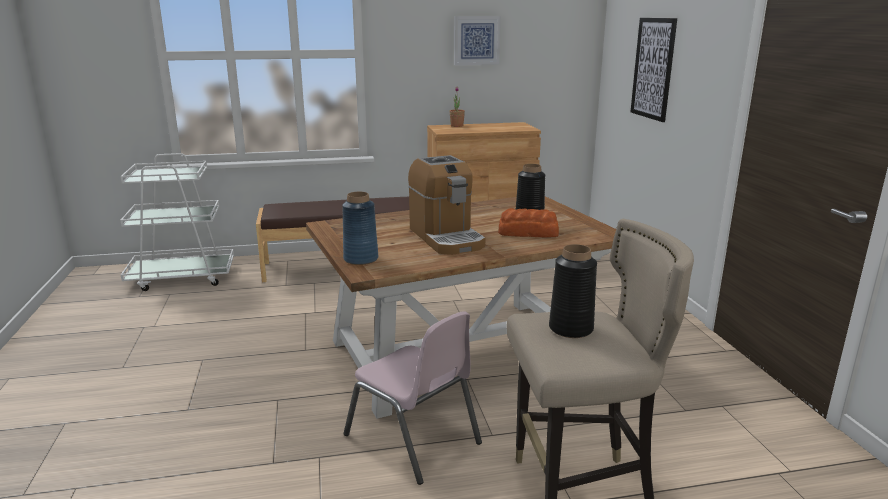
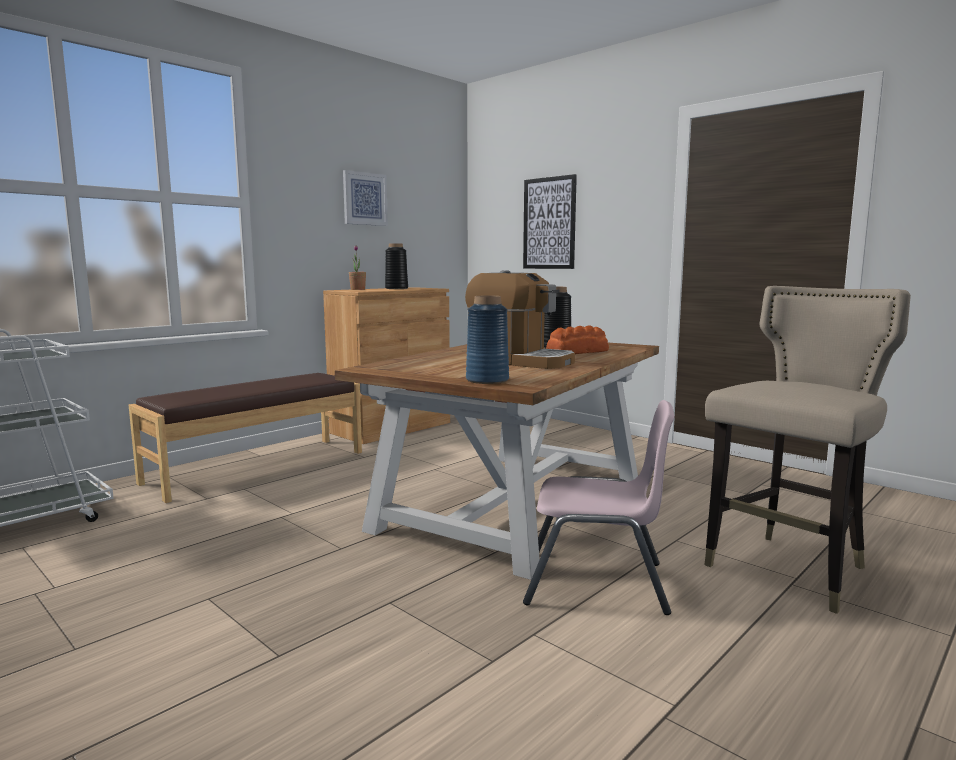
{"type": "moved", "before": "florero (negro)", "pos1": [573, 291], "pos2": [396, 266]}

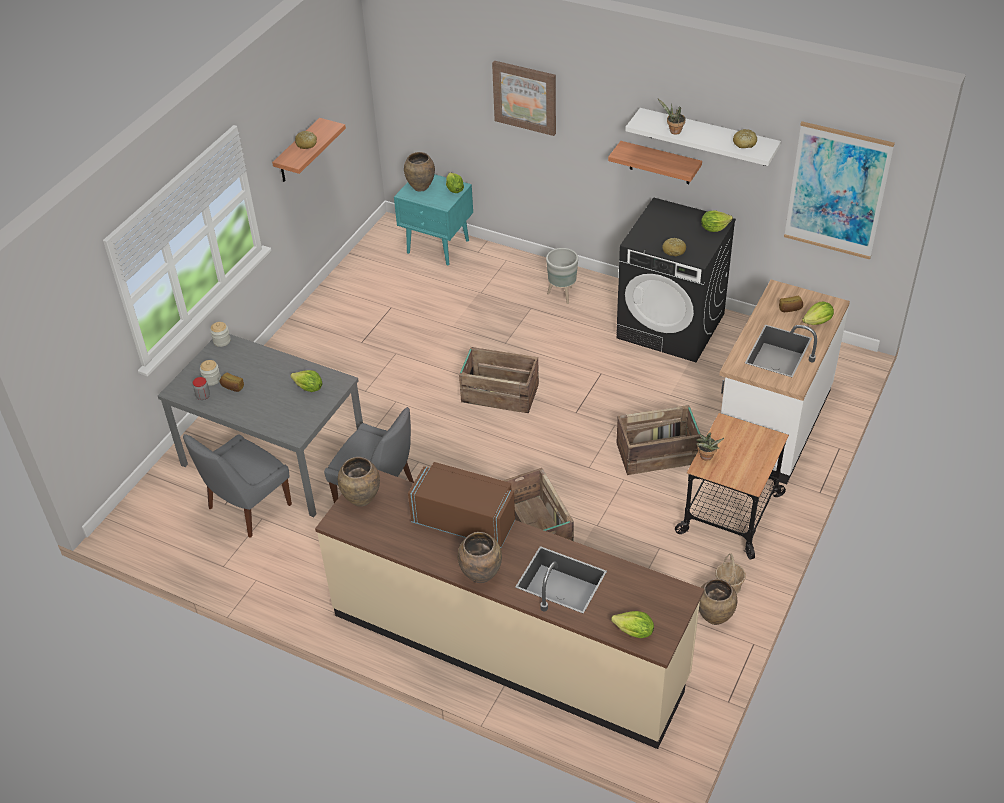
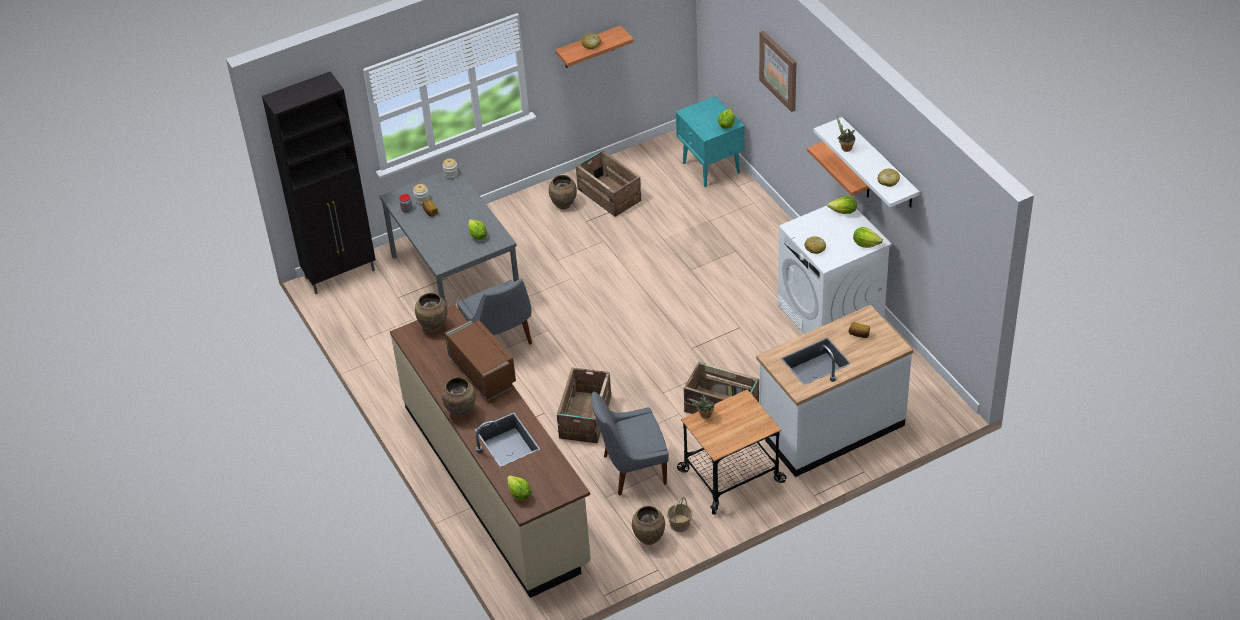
{"type": "moved", "before": "silla (gris)", "pos1": [237, 486], "pos2": [630, 443]}
{"type": "moved", "before": "florero (marrón)", "pos1": [419, 172], "pos2": [563, 192]}
{"type": "moved", "before": "caja de embalaje", "pos1": [499, 380], "pos2": [608, 183]}
{"type": "removed", "before": "maceta (gris)", "pos1": [562, 276]}
{"type": "recoloured", "before": "lavadora (negro)", "after": "lavadora (blanco)", "pos1": [676, 279], "pos2": [835, 269]}
{"type": "removed", "before": "cuadro", "pos1": [839, 190]}
{"type": "moved", "before": "lechuga", "pos1": [818, 313], "pos2": [842, 205]}
{"type": "added", "after": "armario (negro)", "pos2": [319, 182]}

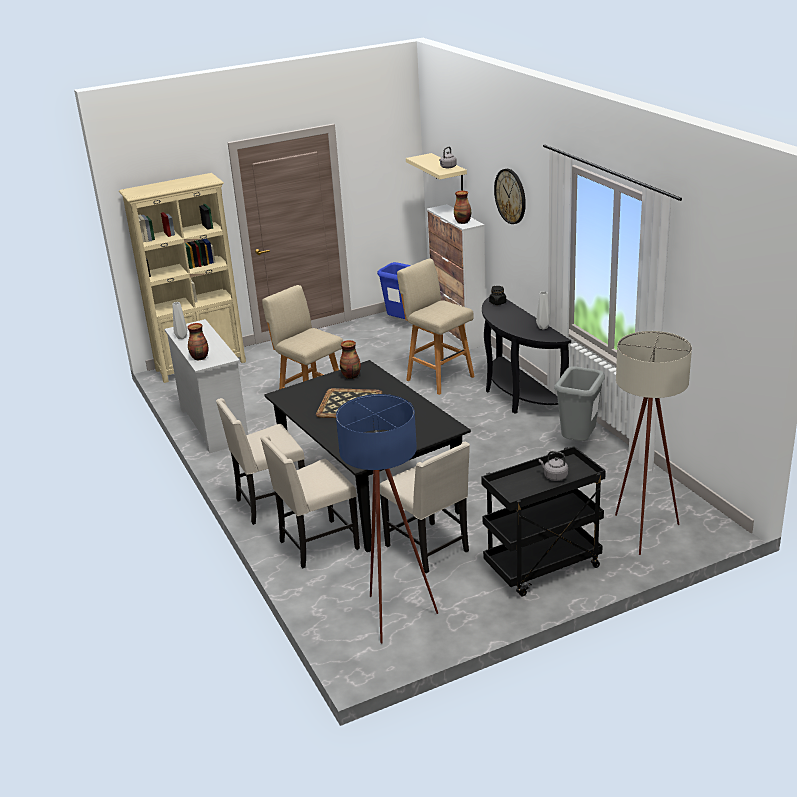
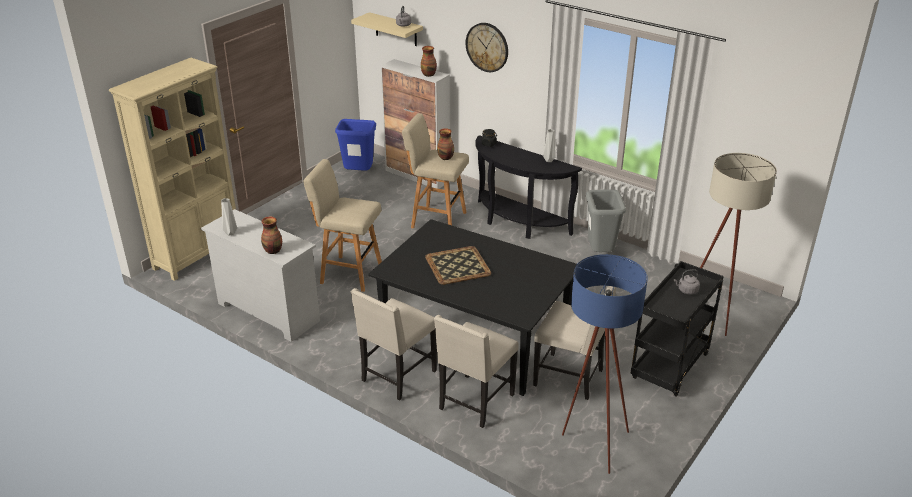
{"type": "moved", "before": "florero", "pos1": [350, 359], "pos2": [445, 144]}

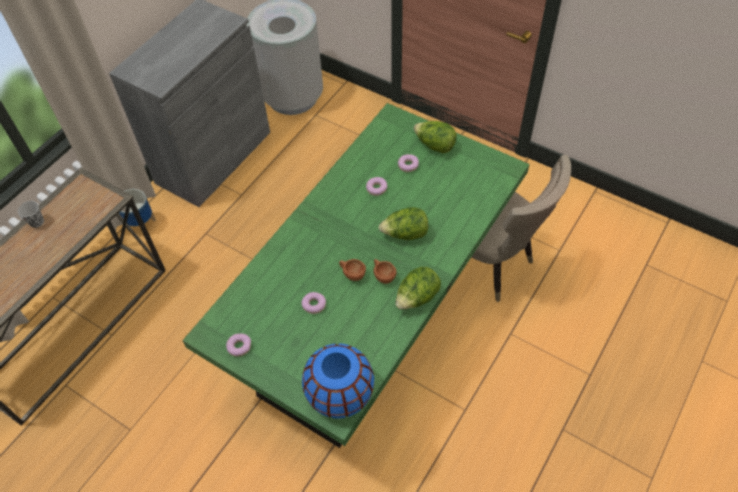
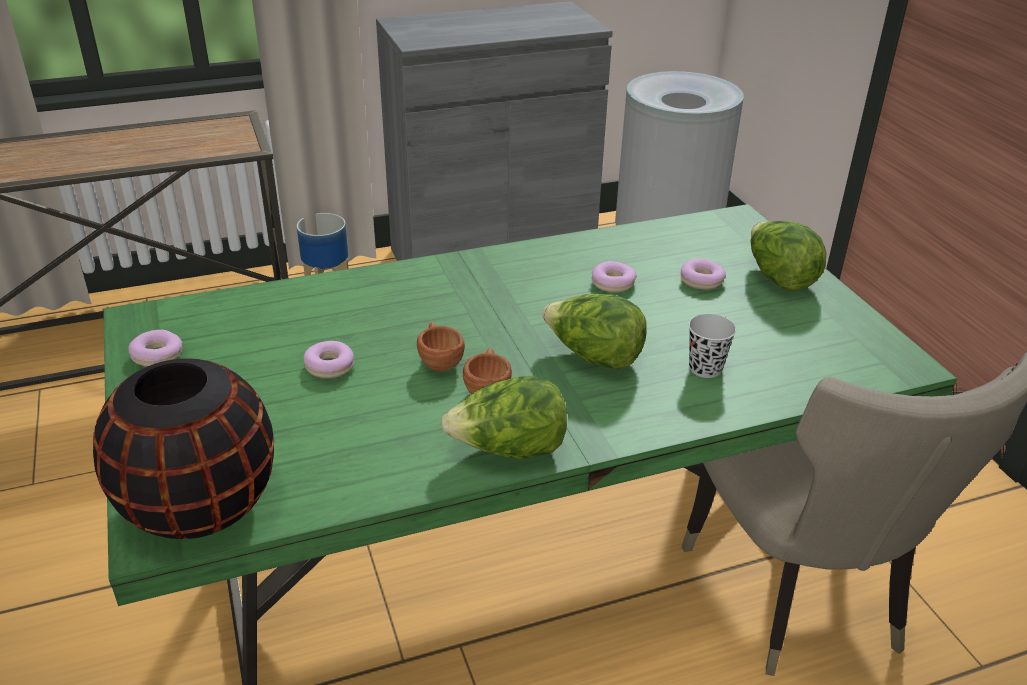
{"type": "moved", "before": "taza (negro)", "pos1": [31, 214], "pos2": [712, 346]}
{"type": "recoloured", "before": "florero (azul)", "after": "florero (negro)", "pos1": [338, 380], "pos2": [183, 448]}

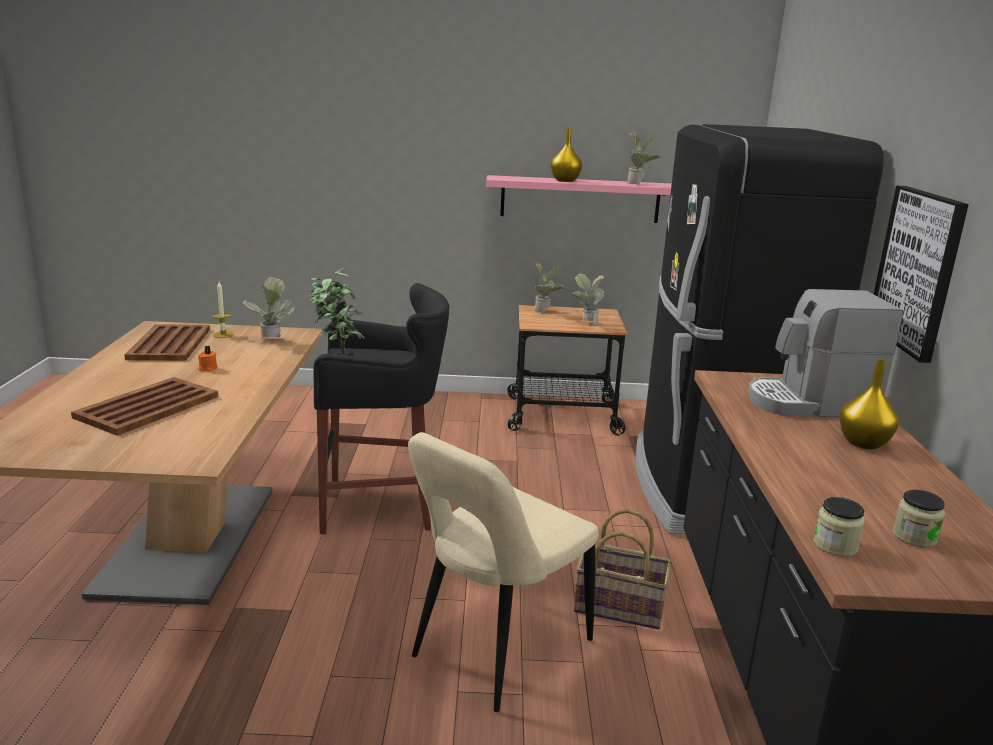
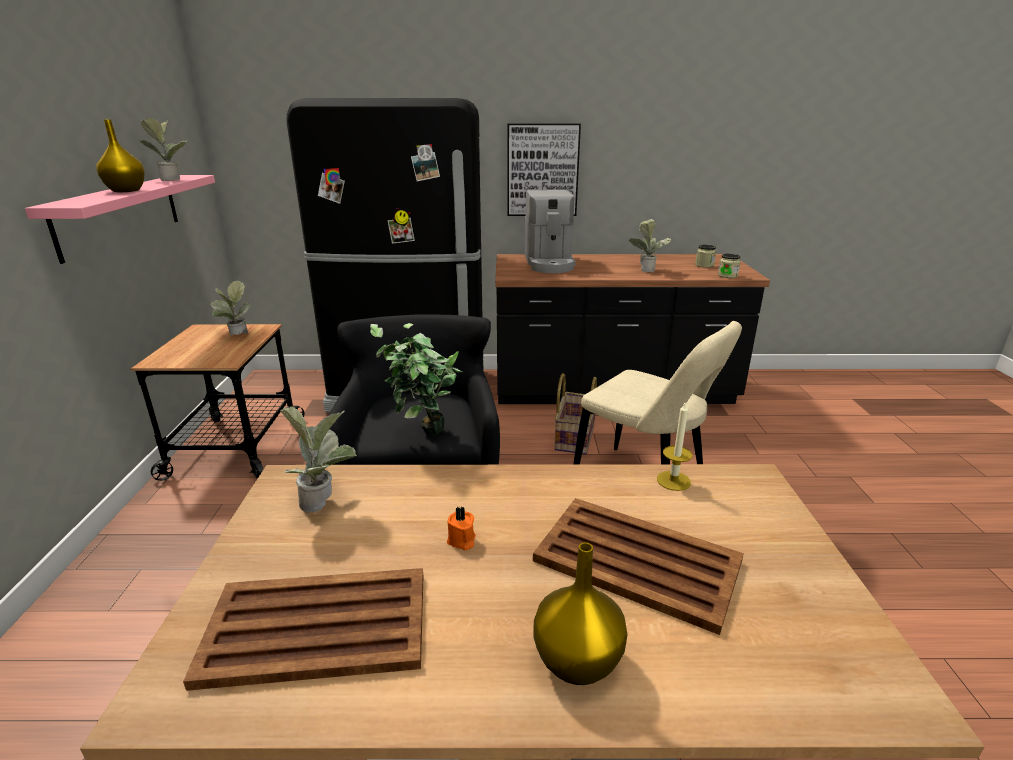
{"type": "moved", "before": "vela", "pos1": [223, 310], "pos2": [675, 446]}
{"type": "moved", "before": "planta en maceta", "pos1": [549, 287], "pos2": [650, 245]}
{"type": "moved", "before": "florero (amarillo)", "pos1": [869, 404], "pos2": [580, 613]}

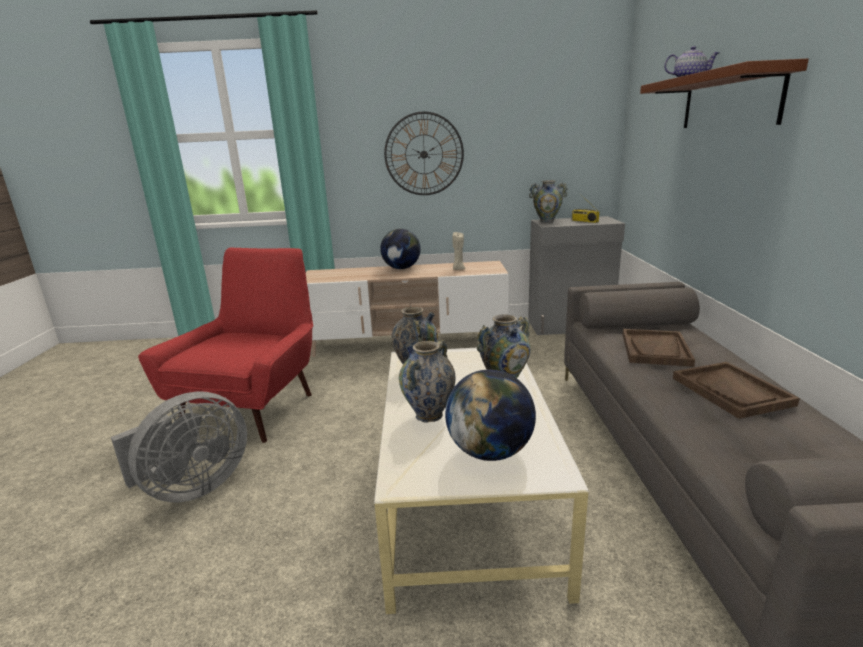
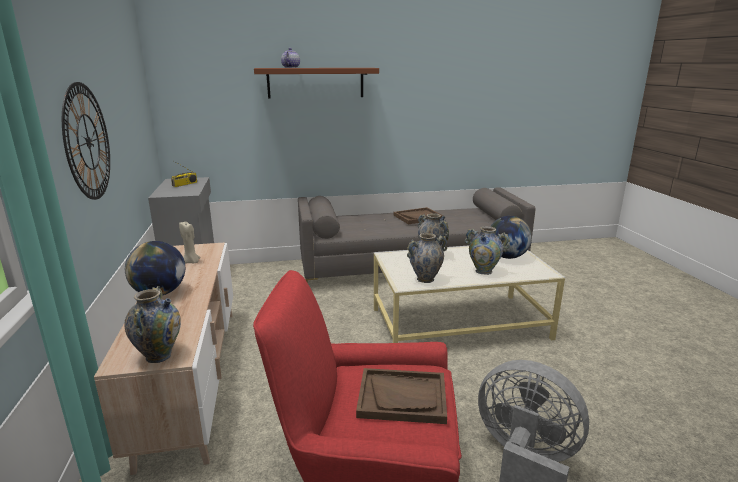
{"type": "moved", "before": "florero", "pos1": [548, 201], "pos2": [152, 324]}
{"type": "moved", "before": "bandeja (marrón)", "pos1": [659, 348], "pos2": [401, 396]}

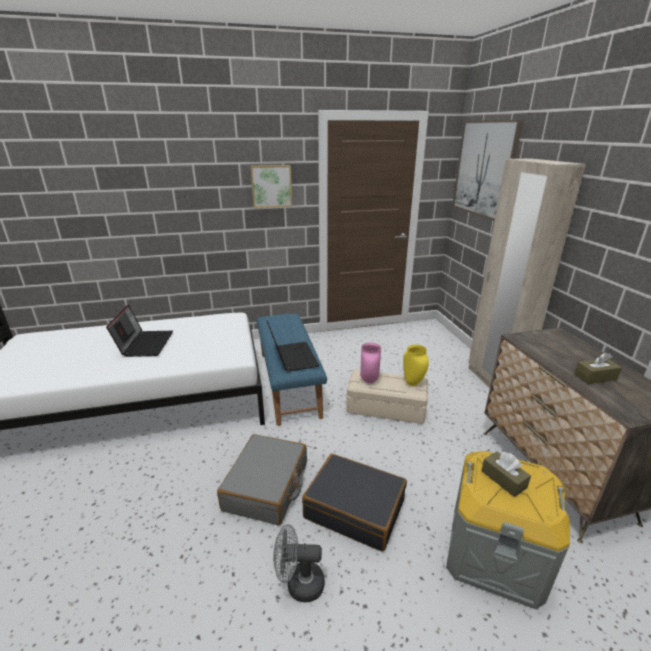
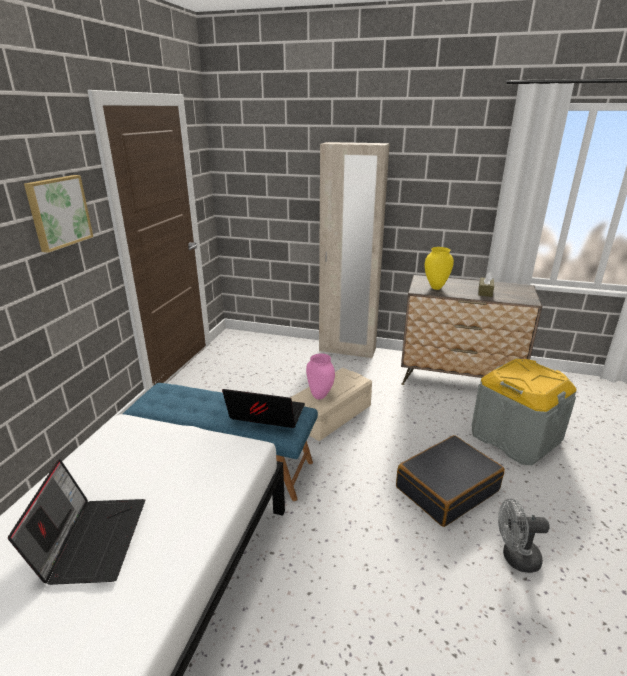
{"type": "turned", "before": "portátil", "pos1": [139, 331], "pos2": [76, 522], "turn": 60}
{"type": "removed", "before": "maleta (gris)", "pos1": [262, 480]}
{"type": "turned", "before": "ventilador (gris)", "pos1": [298, 563], "pos2": [524, 536], "turn": 60}
{"type": "moved", "before": "florero (amarillo)", "pos1": [416, 365], "pos2": [439, 268]}
{"type": "removed", "before": "cuadro", "pos1": [487, 170]}
{"type": "removed", "before": "caja de pañuelos (marrón)", "pos1": [506, 474]}

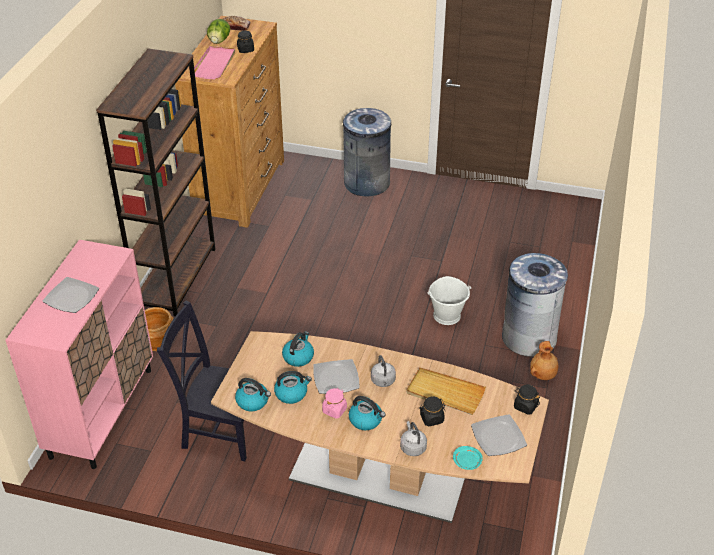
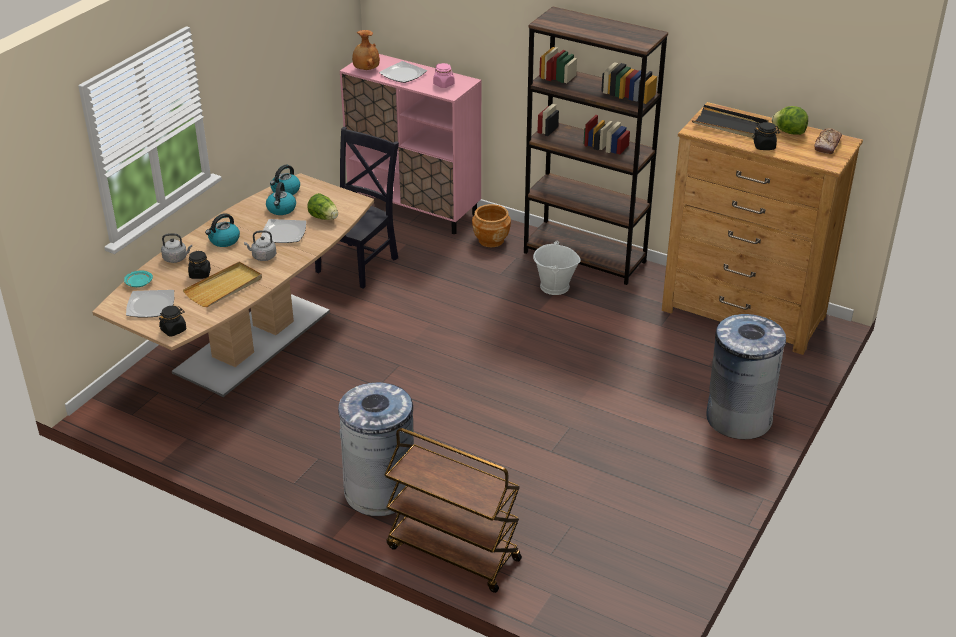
{"type": "recoloured", "before": "bandeja (rosa)", "after": "bandeja (negro)", "pos1": [214, 62], "pos2": [730, 121]}
{"type": "replaced", "before": "hervidor", "after": "lechuga", "pos1": [298, 349], "pos2": [322, 206]}
{"type": "moved", "before": "tarro (rosa)", "pos1": [334, 403], "pos2": [443, 75]}
{"type": "moved", "before": "cubo (blanco)", "pos1": [449, 300], "pos2": [557, 268]}
{"type": "moved", "before": "florero (marrón)", "pos1": [544, 360], "pos2": [366, 50]}
{"type": "added", "after": "carrito (marrón)", "pos2": [453, 510]}

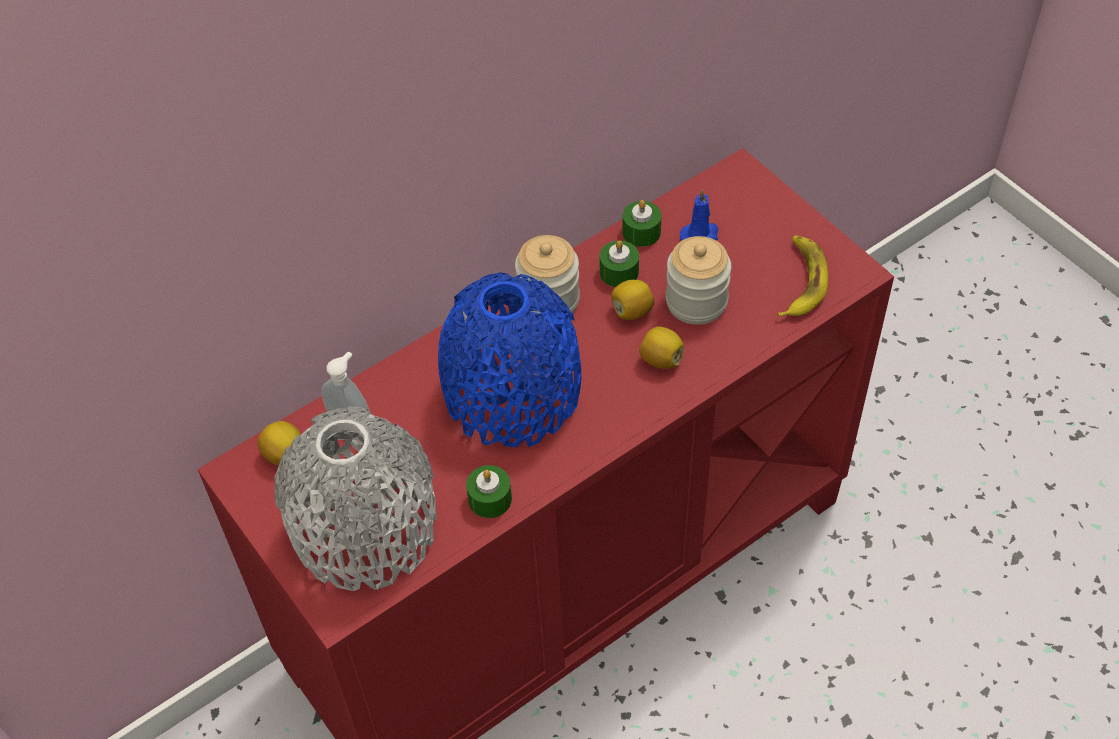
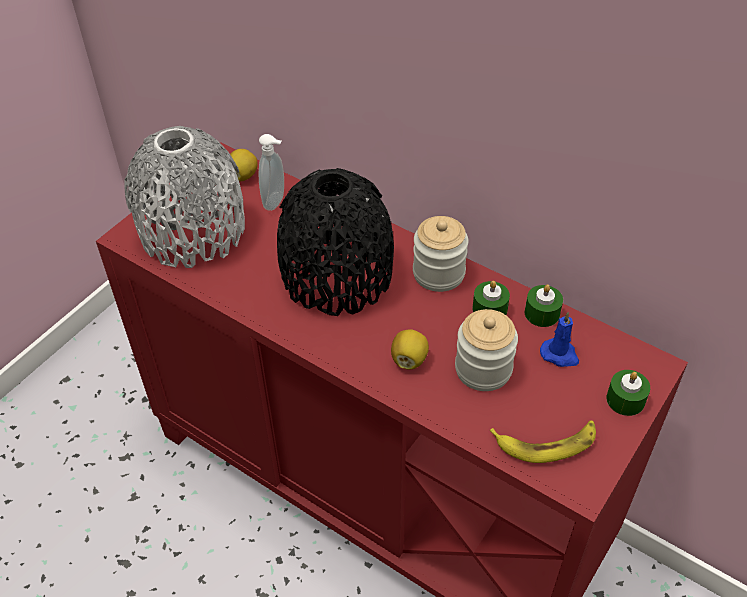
{"type": "recoloured", "before": "florero (azul)", "after": "florero (negro)", "pos1": [509, 359], "pos2": [335, 242]}
{"type": "moved", "before": "vela (verde)", "pos1": [489, 491], "pos2": [628, 393]}
{"type": "removed", "before": "limón", "pos1": [633, 300]}

